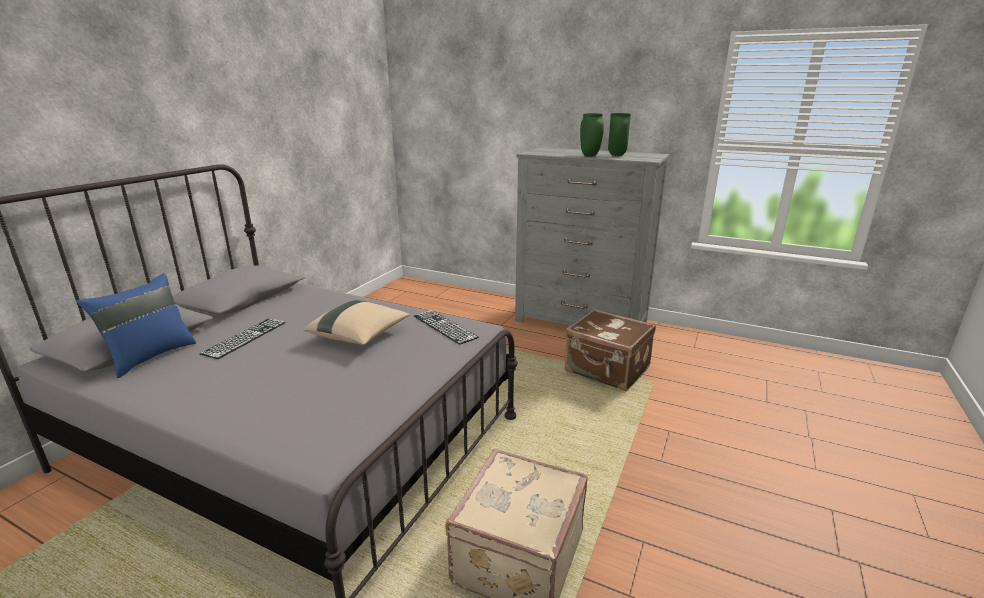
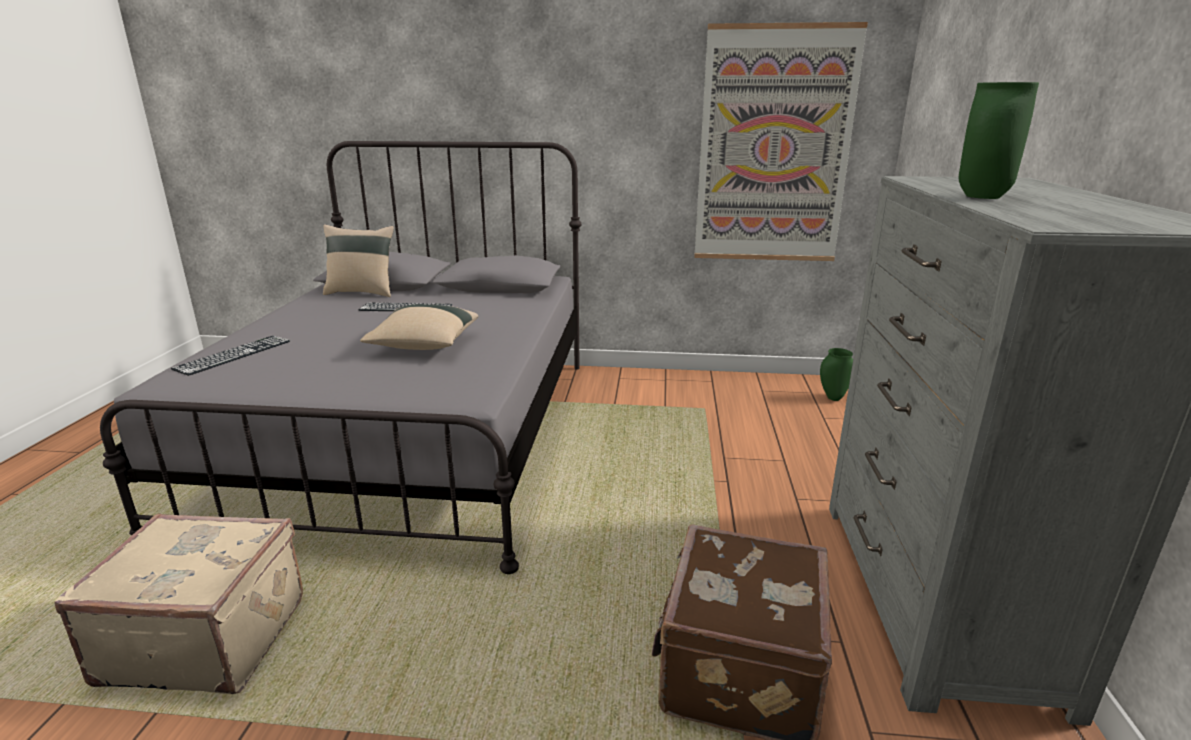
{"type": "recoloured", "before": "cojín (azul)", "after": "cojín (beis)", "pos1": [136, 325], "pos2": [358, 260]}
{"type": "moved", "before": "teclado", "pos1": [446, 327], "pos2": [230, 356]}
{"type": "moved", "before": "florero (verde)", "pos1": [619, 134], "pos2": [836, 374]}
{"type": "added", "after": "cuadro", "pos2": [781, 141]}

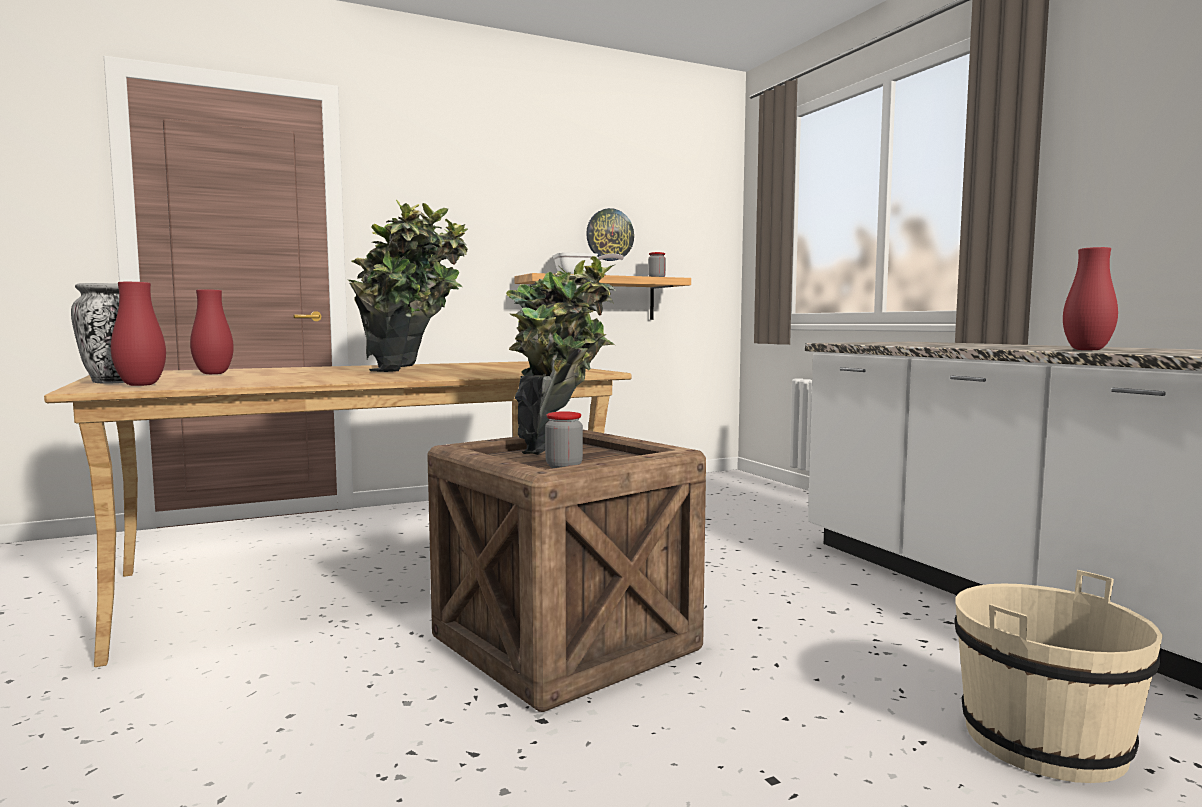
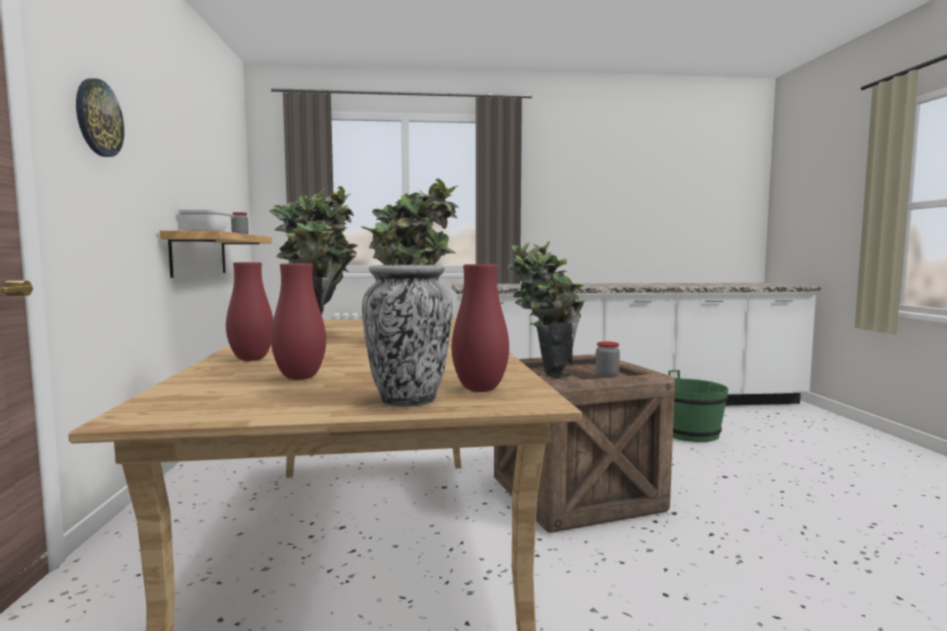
{"type": "moved", "before": "reloj de pared", "pos1": [610, 234], "pos2": [100, 117]}
{"type": "recoloured", "before": "cubo (beis)", "after": "cubo (verde)", "pos1": [1058, 676], "pos2": [698, 406]}
{"type": "moved", "before": "florero (rojo)", "pos1": [1090, 298], "pos2": [249, 311]}

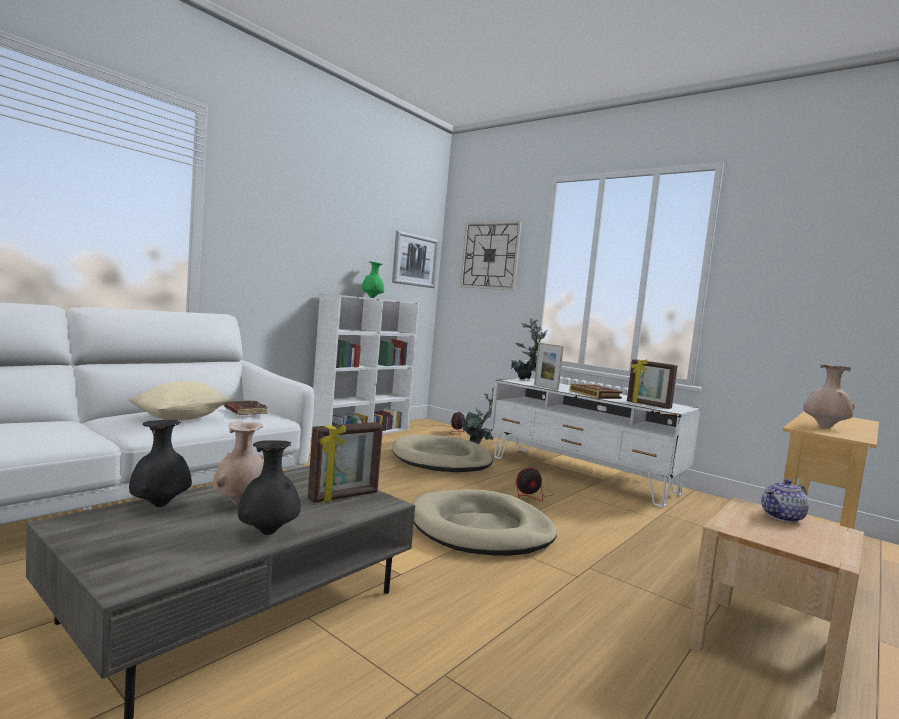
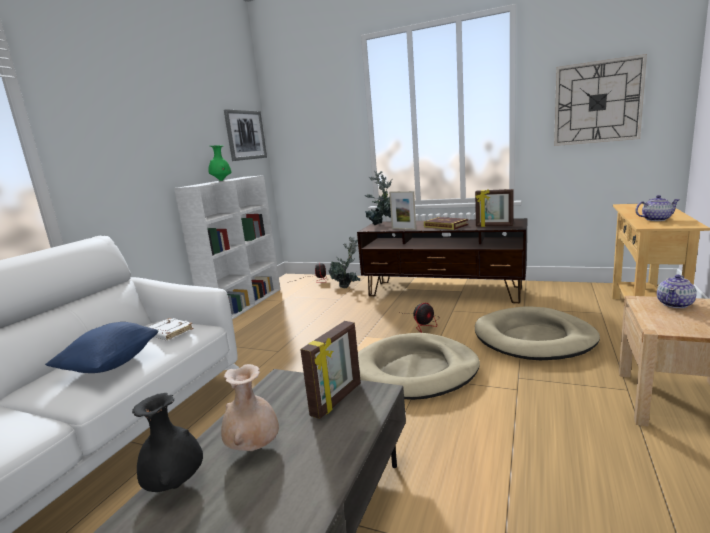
{"type": "recoloured", "before": "cojín (beis)", "after": "cojín (azul)", "pos1": [179, 400], "pos2": [102, 347]}
{"type": "recoloured", "before": "libro (marrón)", "after": "libro (blanco)", "pos1": [246, 407], "pos2": [171, 329]}
{"type": "removed", "before": "florero (negro)", "pos1": [269, 487]}
{"type": "moved", "before": "cama para perro (beis)", "pos1": [442, 453], "pos2": [537, 333]}
{"type": "moved", "before": "reloj de pared", "pos1": [491, 255], "pos2": [600, 100]}
{"type": "recoloured", "before": "mueble de televisión (blanco)", "after": "mueble de televisión (marrón)", "pos1": [595, 442], "pos2": [442, 260]}
{"type": "replaced", "before": "florero (beis)", "after": "tetera", "pos1": [829, 396], "pos2": [657, 208]}

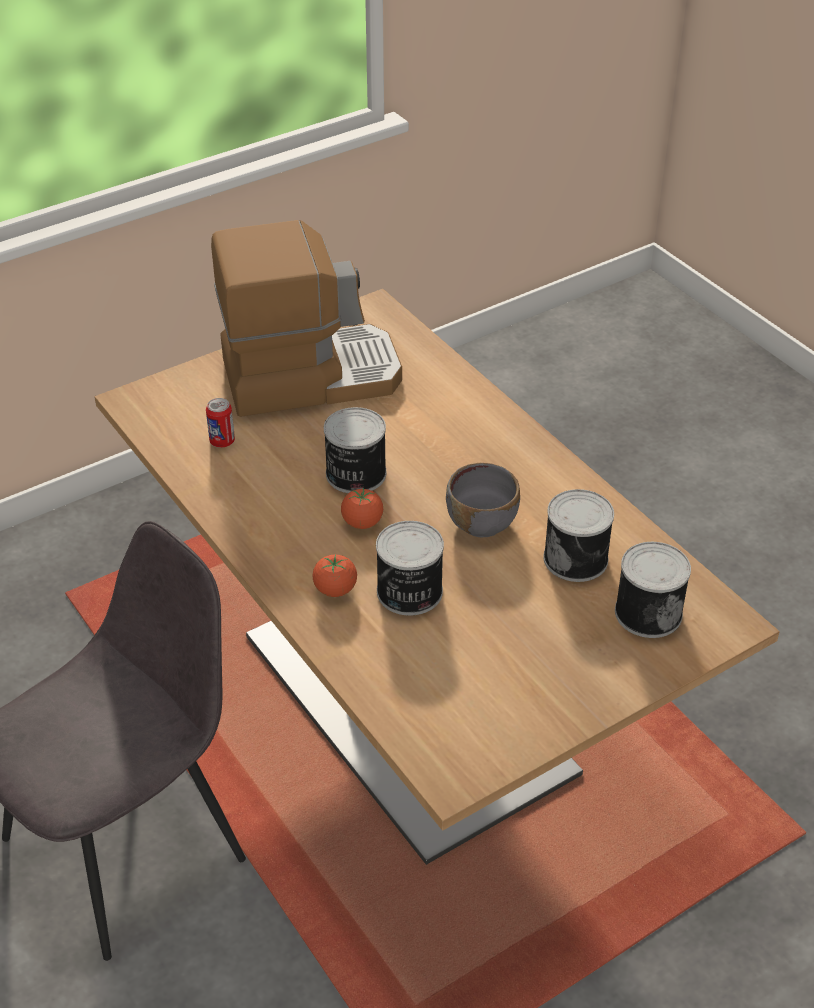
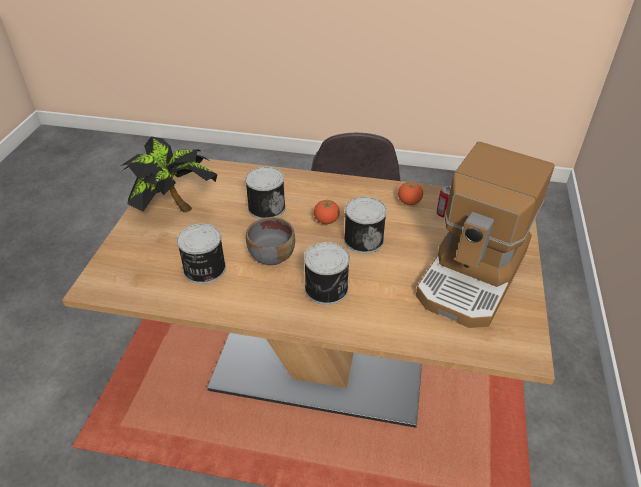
{"type": "moved", "before": "tomate", "pos1": [335, 576], "pos2": [410, 193]}
{"type": "moved", "before": "lata", "pos1": [653, 590], "pos2": [327, 273]}
{"type": "added", "after": "planta en maceta", "pos2": [168, 174]}

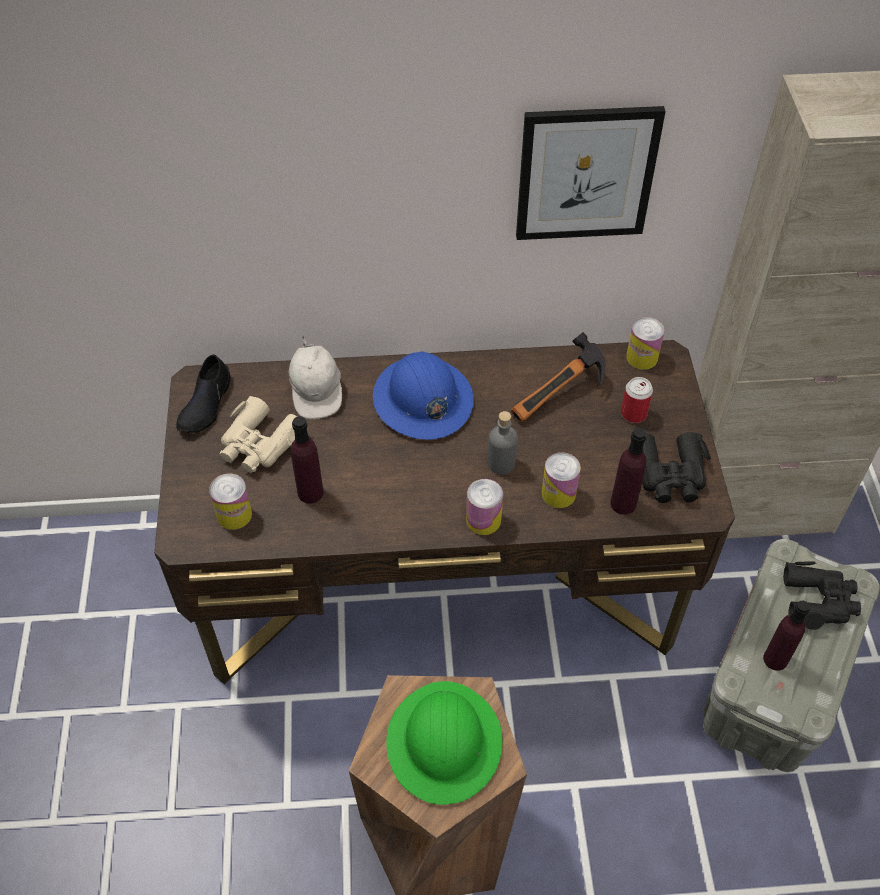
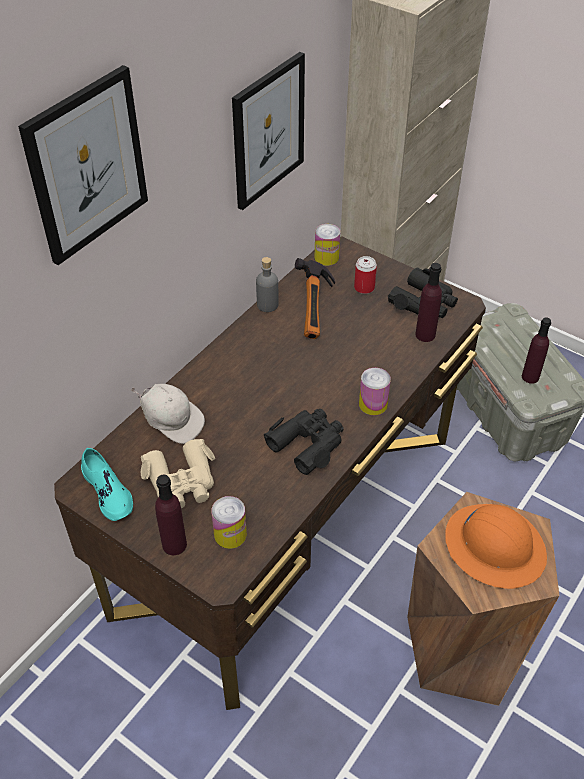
{"type": "recoloured", "before": "zapato (negro)", "after": "zapato (turquesa)", "pos1": [203, 393], "pos2": [107, 484]}
{"type": "moved", "before": "botella (morado)", "pos1": [307, 460], "pos2": [171, 515]}
{"type": "removed", "before": "casco (azul)", "pos1": [423, 396]}
{"type": "recoloured", "before": "casco (verde)", "after": "casco (naranja)", "pos1": [444, 743], "pos2": [496, 546]}
{"type": "moved", "before": "botella (gris)", "pos1": [502, 443], "pos2": [267, 284]}
{"type": "removed", "before": "lata", "pos1": [561, 480]}
{"type": "moved", "before": "prismáticos (negro)", "pos1": [822, 595], "pos2": [303, 442]}
{"type": "added", "after": "cuadro", "pos2": [83, 165]}

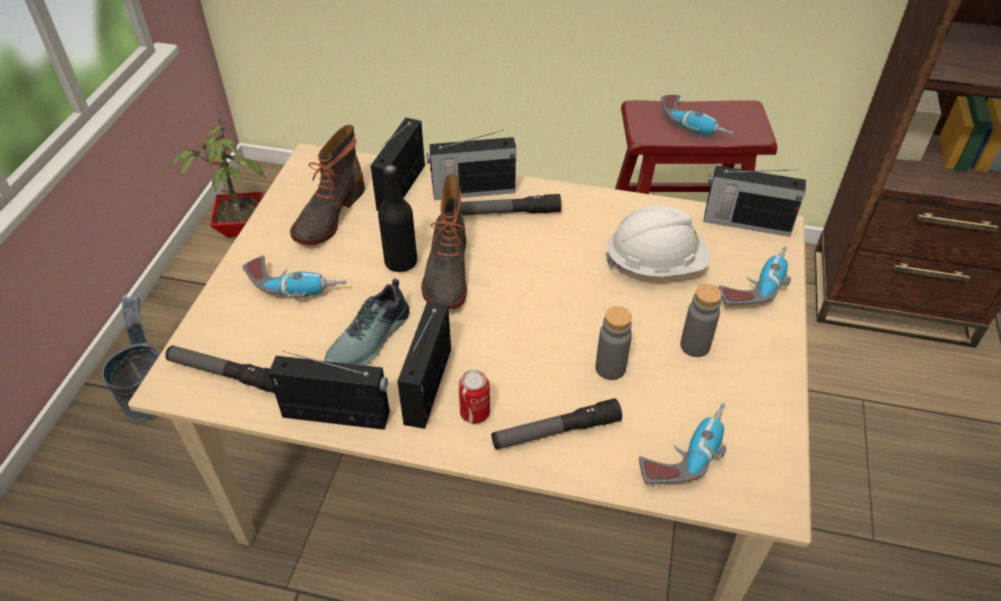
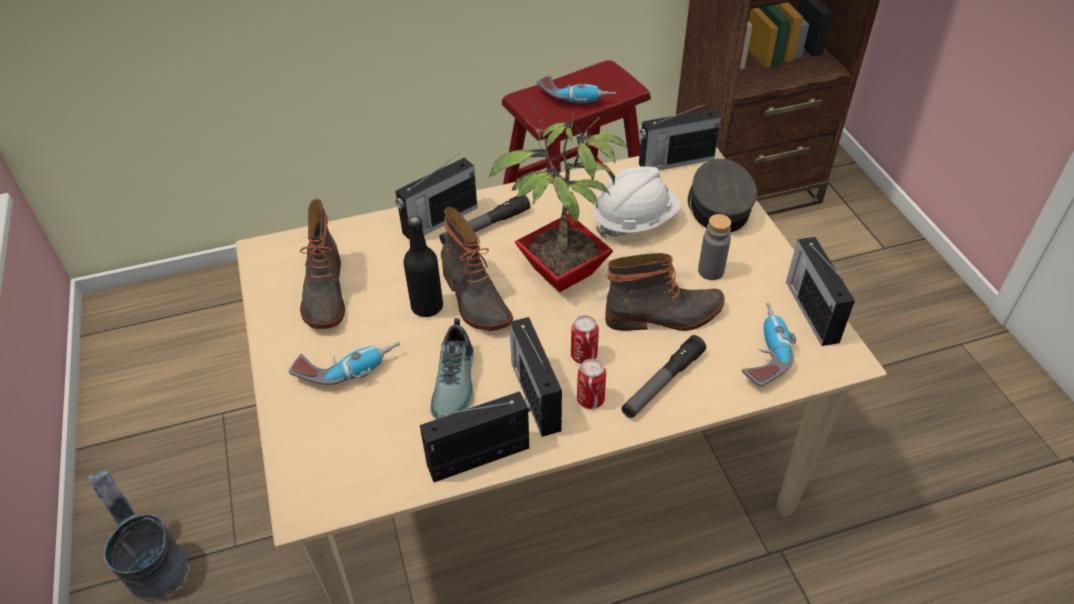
{"type": "removed", "before": "linterna", "pos1": [219, 369]}
{"type": "moved", "before": "planta en maceta", "pos1": [217, 174], "pos2": [559, 198]}
{"type": "moved", "before": "radio", "pos1": [397, 164], "pos2": [820, 291]}
{"type": "replaced", "before": "botella (gris)", "after": "bota", "pos1": [613, 343], "pos2": [665, 292]}
{"type": "replaced", "before": "taladro", "after": "gorra (gris)", "pos1": [754, 275], "pos2": [722, 195]}
{"type": "added", "after": "lata", "pos2": [585, 339]}

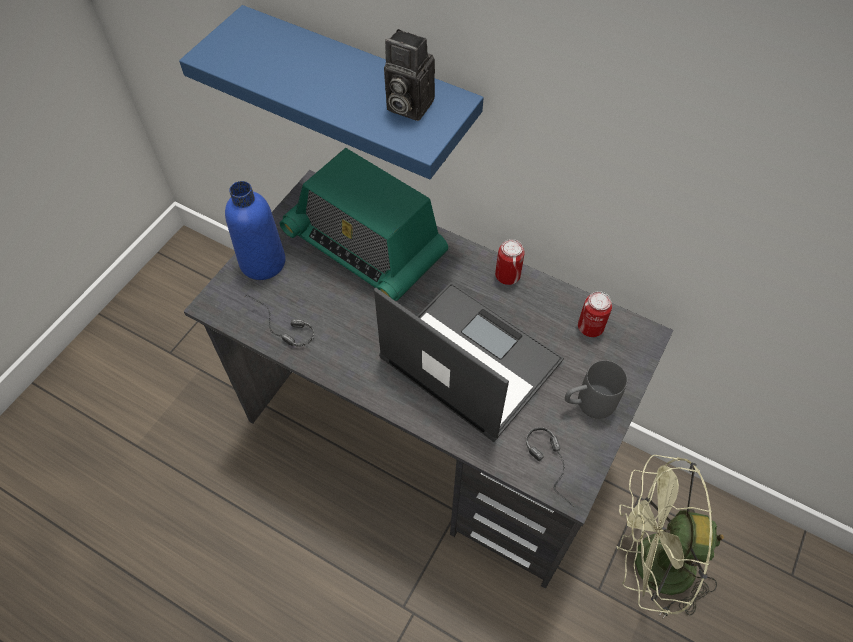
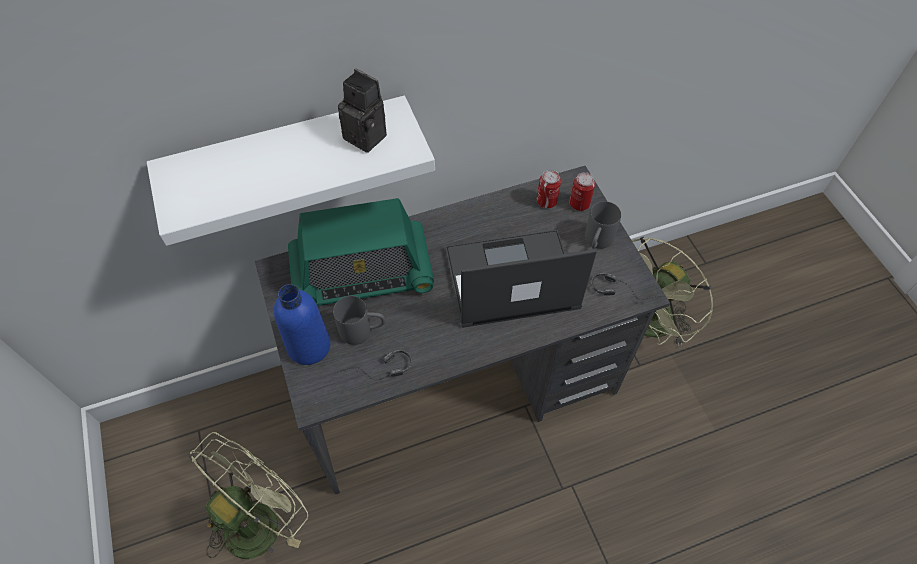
{"type": "recoloured", "before": "estante (azul)", "after": "estante (blanco)", "pos1": [331, 92], "pos2": [291, 171]}
{"type": "turned", "before": "cámara", "pos1": [409, 75], "pos2": [362, 111], "turn": -120}
{"type": "moved", "before": "lata", "pos1": [510, 262], "pos2": [582, 191]}
{"type": "added", "after": "ventilador (verde)", "pos2": [248, 495]}
{"type": "added", "after": "taza grande (gris)", "pos2": [359, 320]}

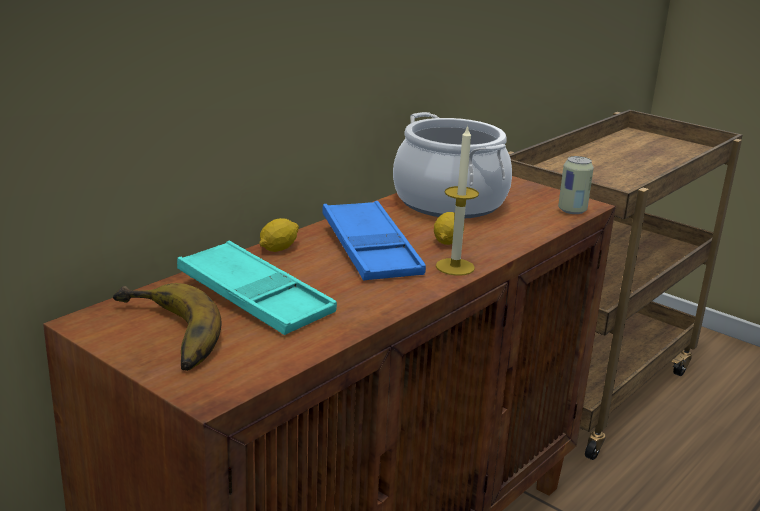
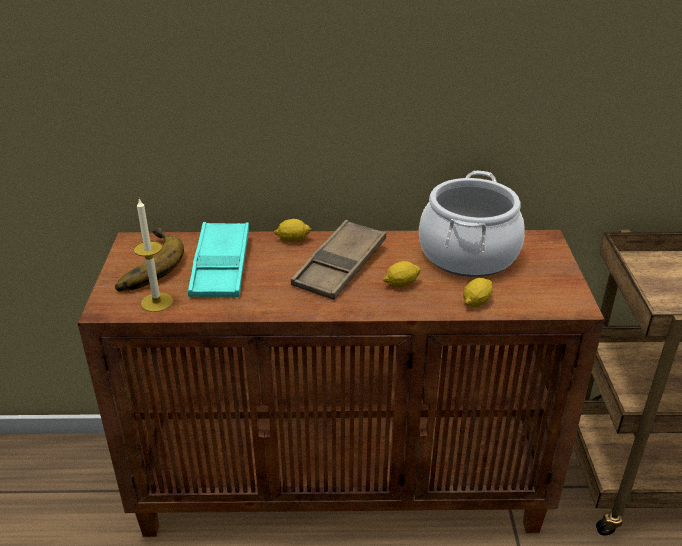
{"type": "recoloured", "before": "bandeja (azul)", "after": "bandeja (marrón)", "pos1": [374, 240], "pos2": [338, 260]}
{"type": "moved", "before": "vela", "pos1": [457, 200], "pos2": [153, 255]}
{"type": "removed", "before": "lata", "pos1": [576, 185]}
{"type": "added", "after": "limón", "pos2": [478, 292]}

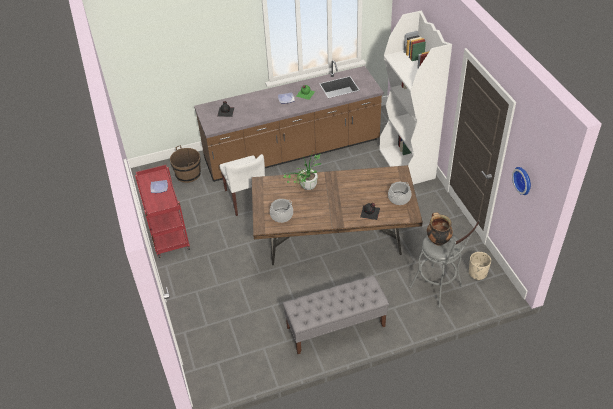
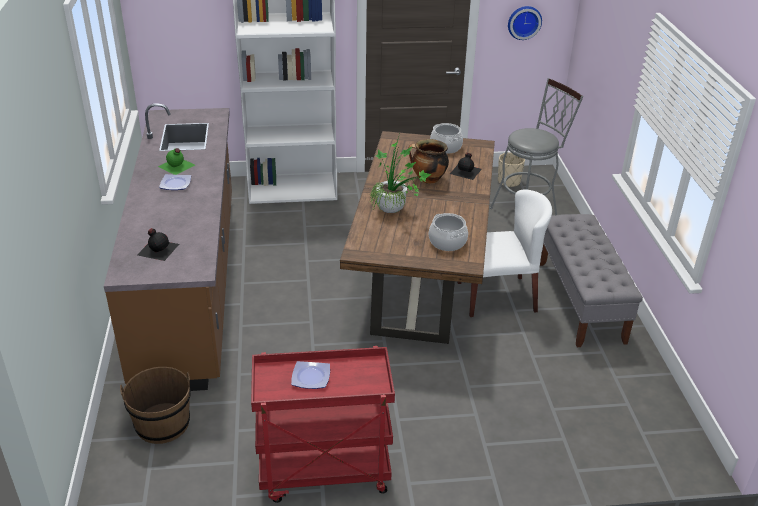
{"type": "moved", "before": "silla (blanco)", "pos1": [242, 185], "pos2": [504, 253]}
{"type": "moved", "before": "olla", "pos1": [440, 229], "pos2": [428, 161]}

